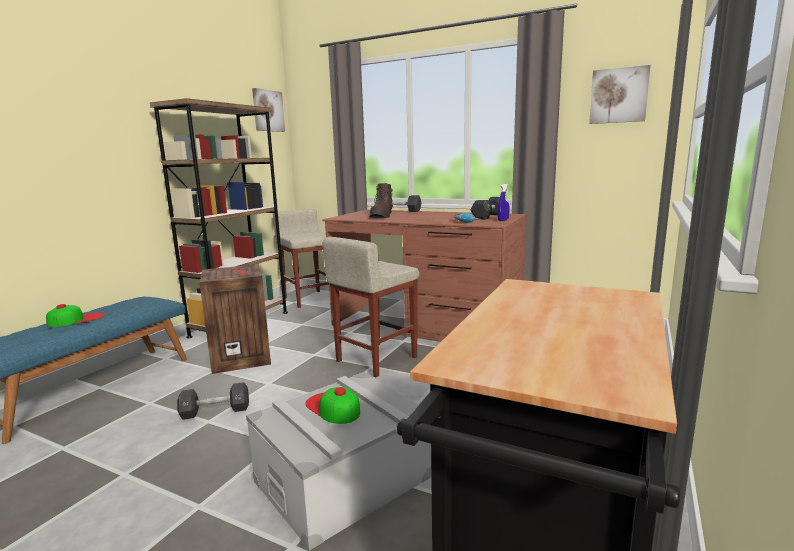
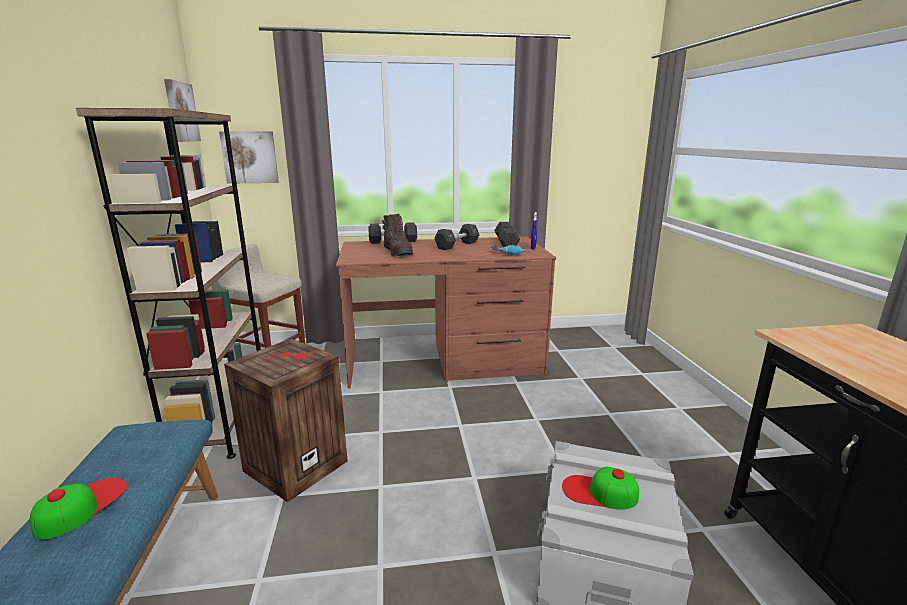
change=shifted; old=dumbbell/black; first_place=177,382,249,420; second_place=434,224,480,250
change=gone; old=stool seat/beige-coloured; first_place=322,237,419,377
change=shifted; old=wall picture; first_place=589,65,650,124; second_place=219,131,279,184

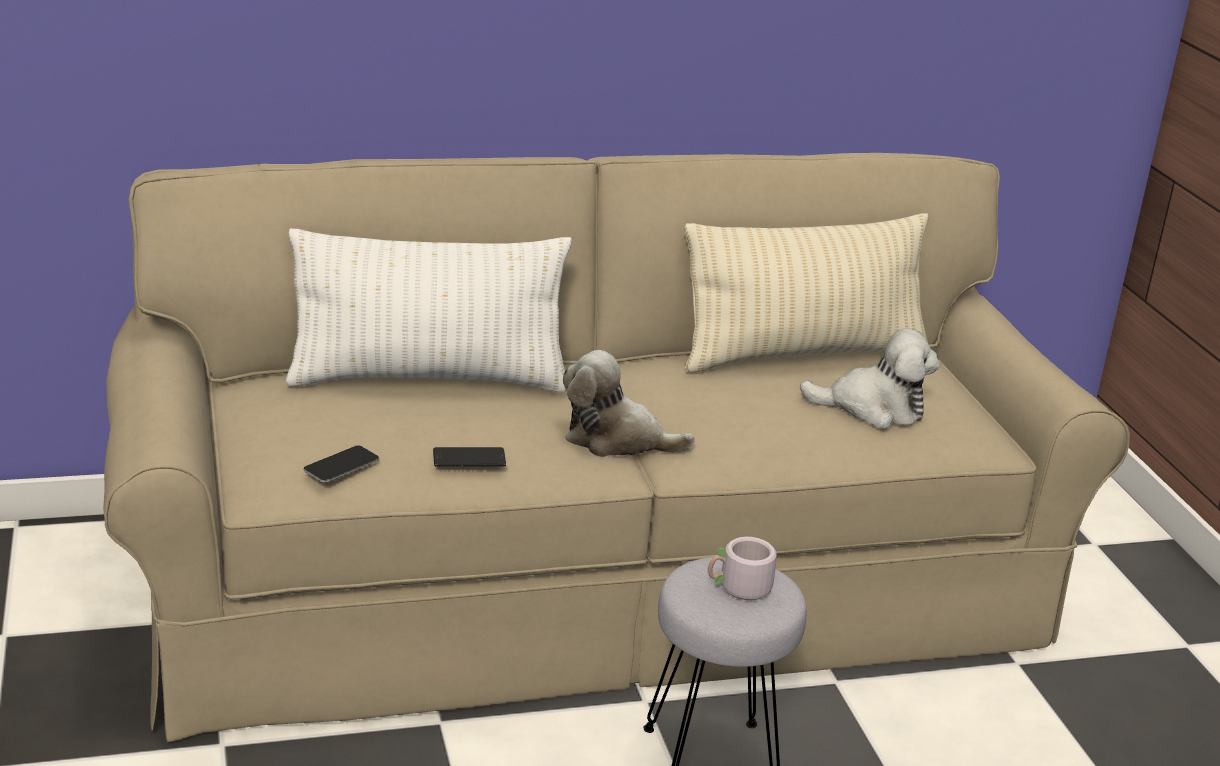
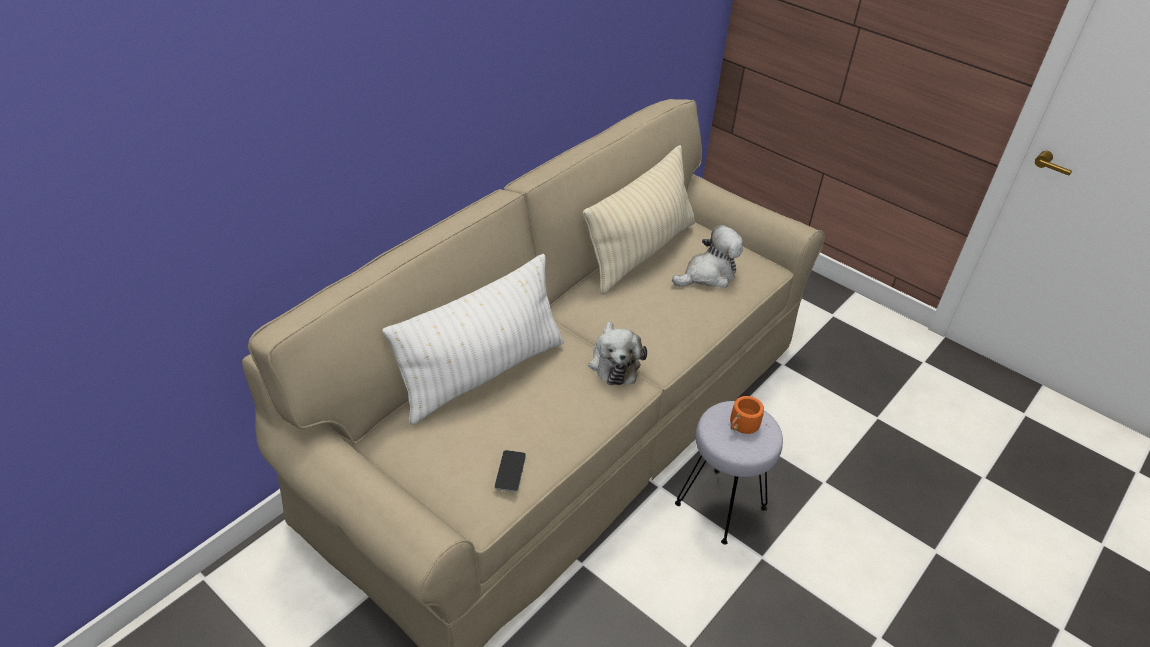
change=gone; old=phone; first_place=433,447,506,467
change=rotated; old=cuddly toy; first_place=563,350,695,457; second_place=588,322,647,385; degrees=-75
change=repainted; old=coffee mug/gray; new=coffee mug/orangey; first_place=708,537,781,607; second_place=730,396,769,434

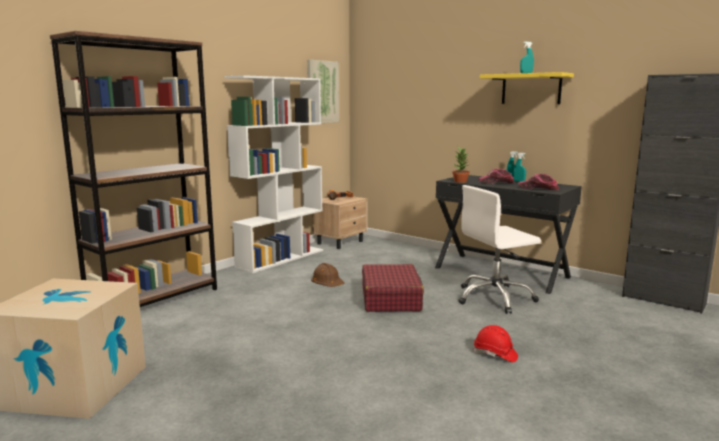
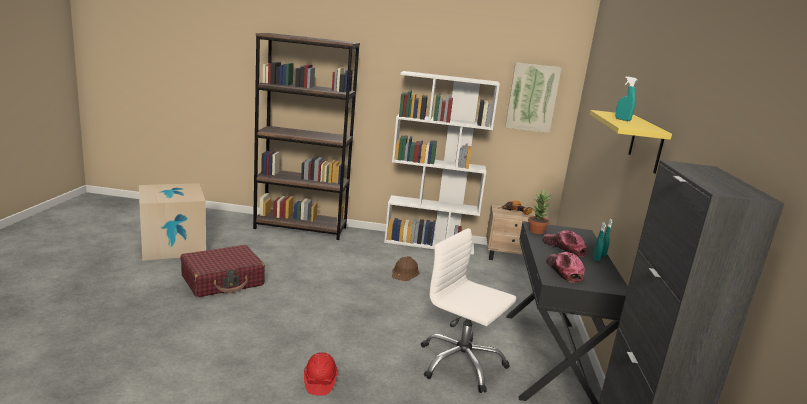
change=shifted; old=travel case/reddish; first_place=362,264,424,312; second_place=181,245,265,297

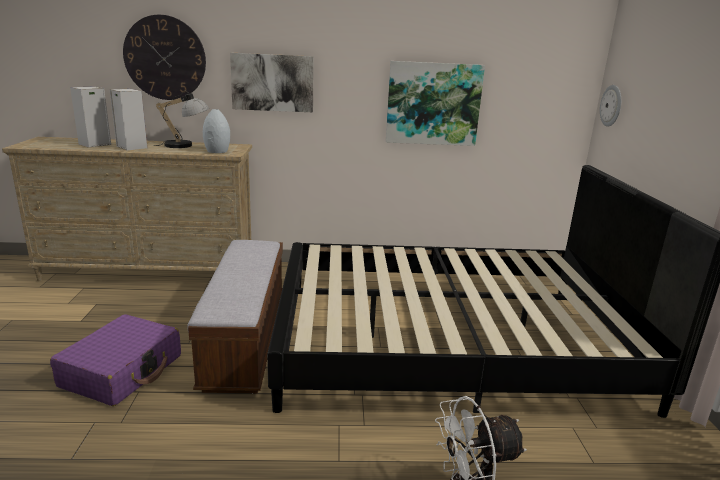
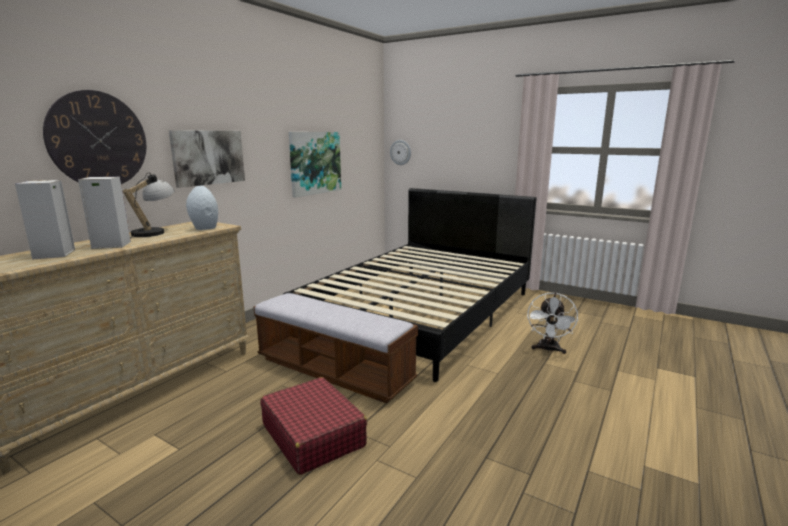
change=repainted; old=travel case/purplish; new=travel case/reddish; first_place=50,314,181,406; second_place=261,377,367,475

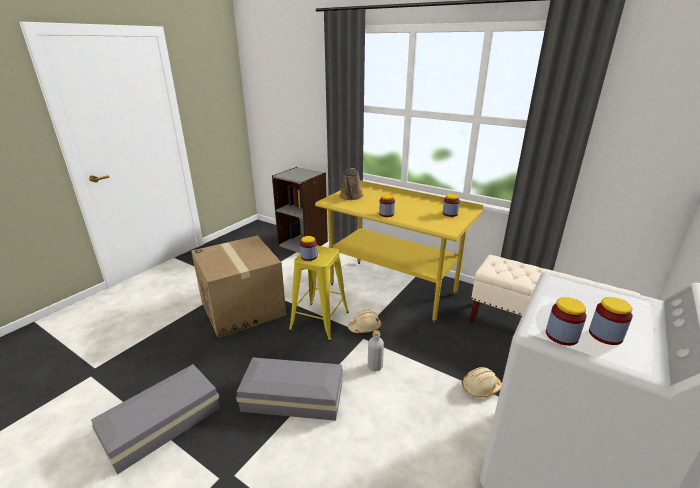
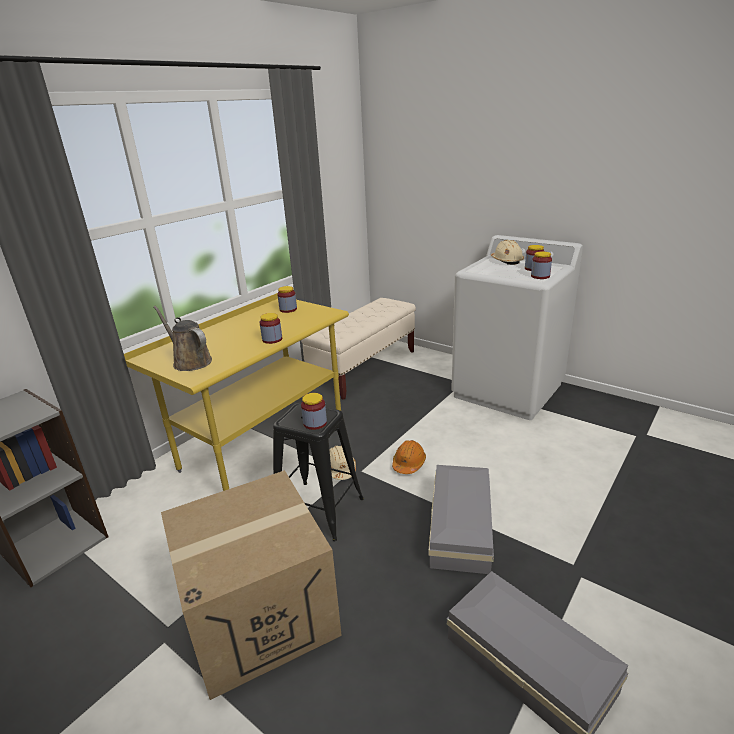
change=repainted; old=stool seat/yellow; new=stool seat/black; first_place=289,245,349,341; second_place=273,403,364,541
change=rotated; old=watering can/brown; first_place=340,168,363,200; second_place=154,306,212,371; degrees=-150
change=swapped; old=drink bottle/gray; new=safety helmet/orangey; first_place=368,330,384,371; second_place=392,440,426,474
change=shifted; old=safety helmet/beige-coloured; first_place=462,367,502,397; second_place=491,240,524,265

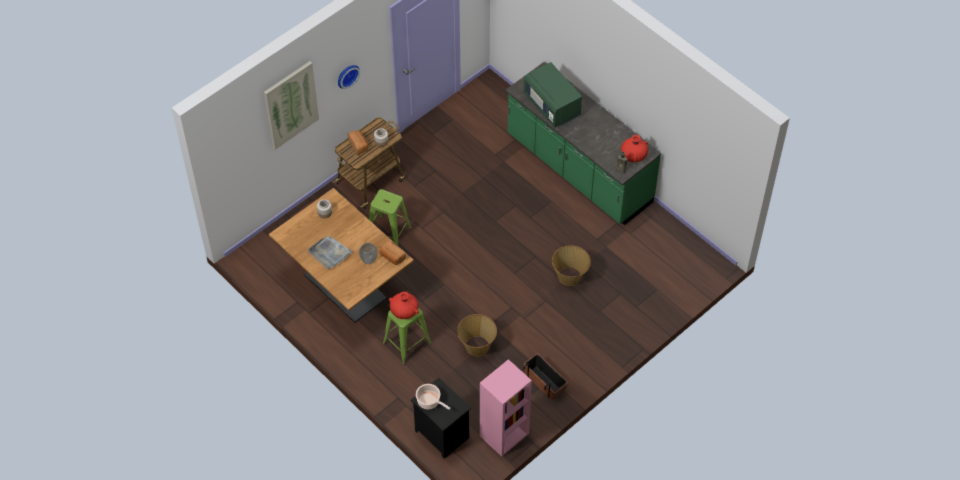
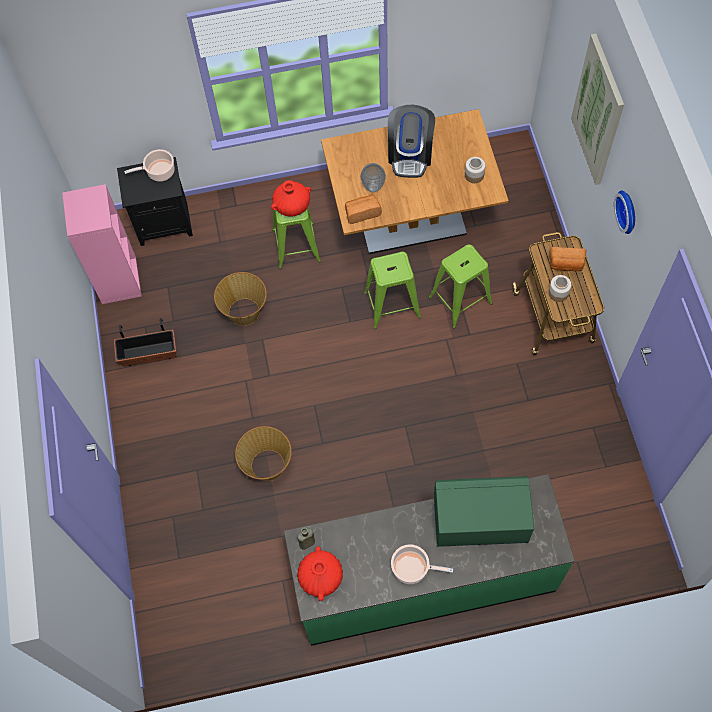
change=swapped; old=carrying tray/gray; new=coffee machine; first_place=308,236,353,268; second_place=388,105,435,178
change=new; new=stool seat/green; second_place=364,251,421,329
change=new; new=stockpot; second_place=391,544,453,584

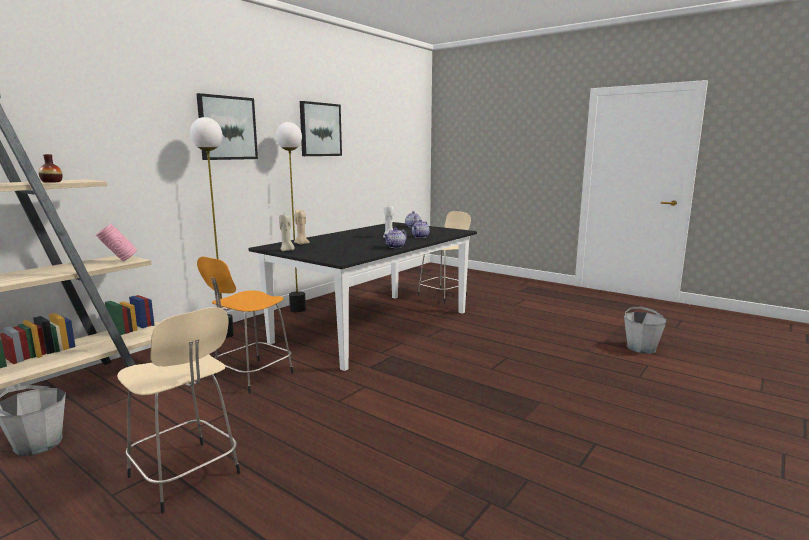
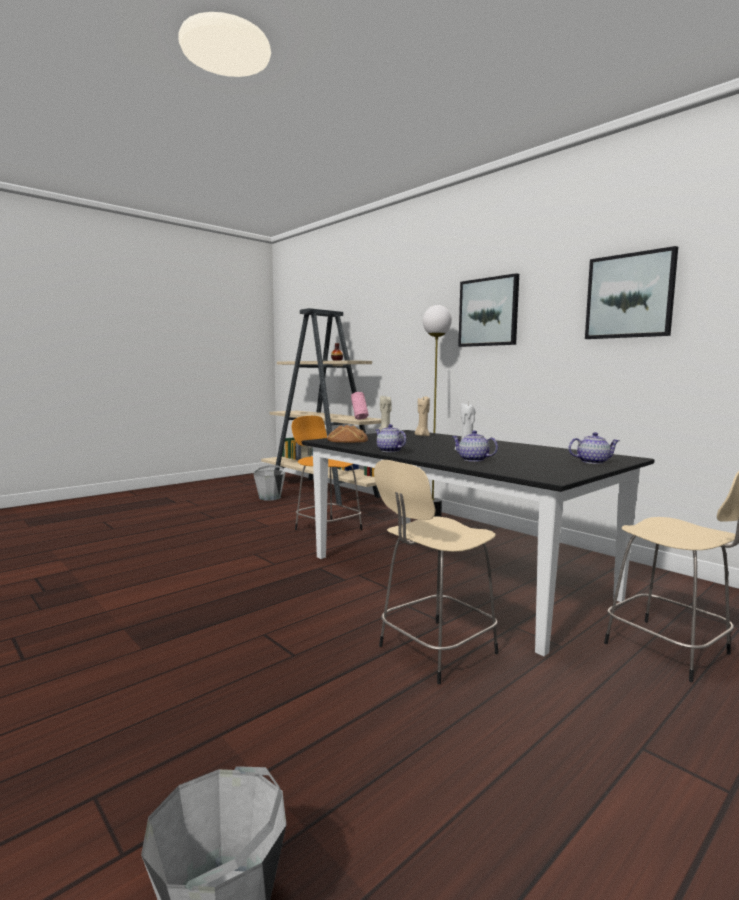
change=shifted; old=stool seat/beige-coloured; first_place=117,307,241,514; second_place=374,460,498,684
change=gone; old=standing lamp; first_place=276,122,306,312
change=new; new=baked bread; second_place=327,425,368,443

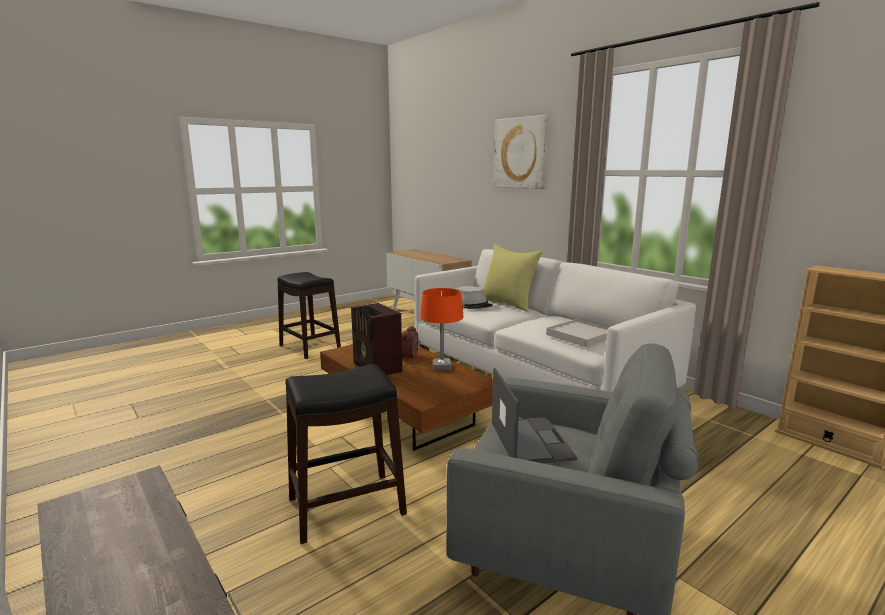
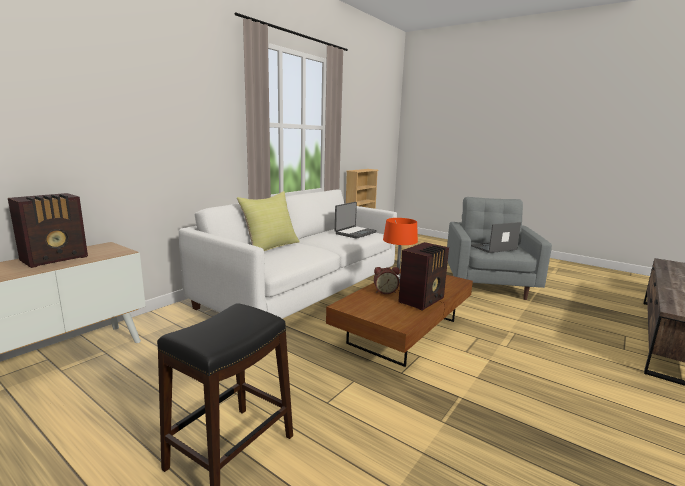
change=gone; old=stool seat/black; first_place=285,364,407,544
change=gone; old=clothing hat/gray; first_place=456,286,493,309
change=gone; old=wall picture; first_place=493,115,549,189
change=swapped; old=carrying tray/white; new=portable computer; first_place=546,319,608,347; second_place=335,202,377,239
change=new; new=radio set; second_place=8,193,88,268

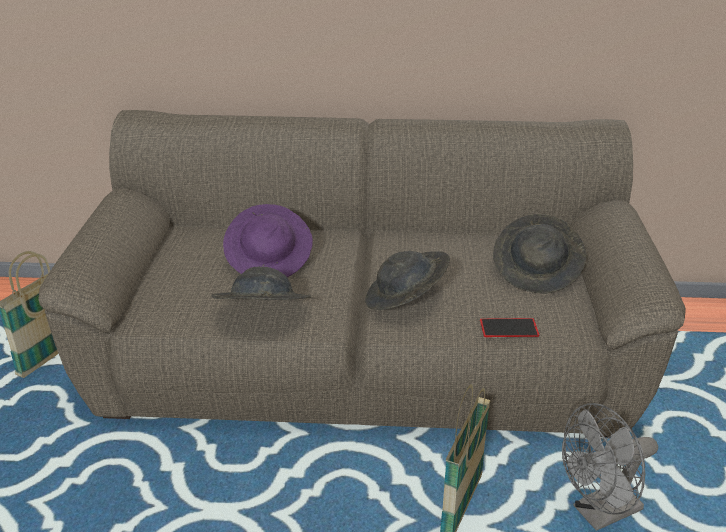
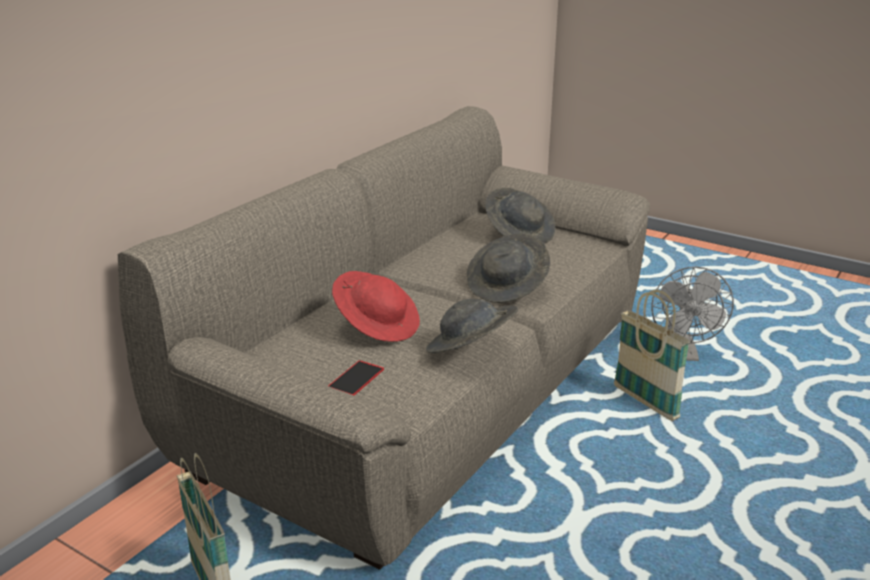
change=repainted; old=clothing hat/purplish; new=clothing hat/reddish; first_place=223,204,313,277; second_place=332,271,420,342
change=shifted; old=phone; first_place=480,318,539,337; second_place=328,360,384,395

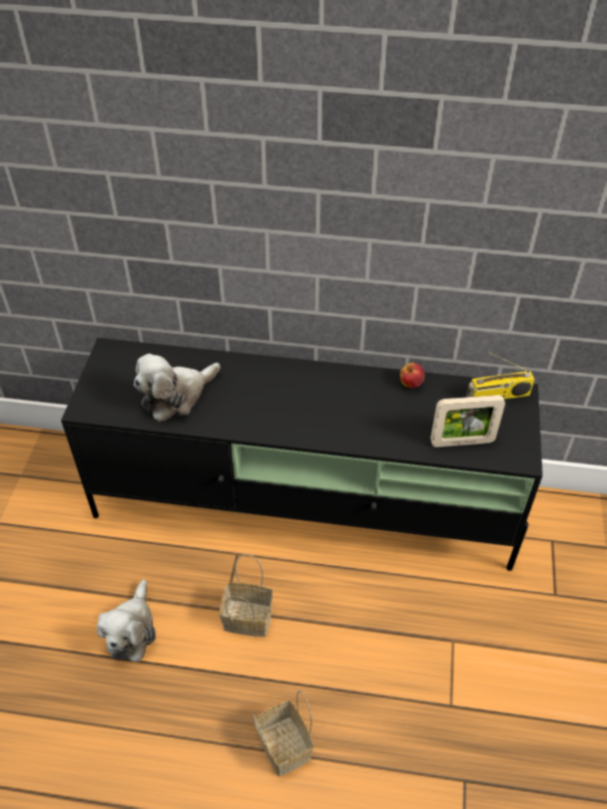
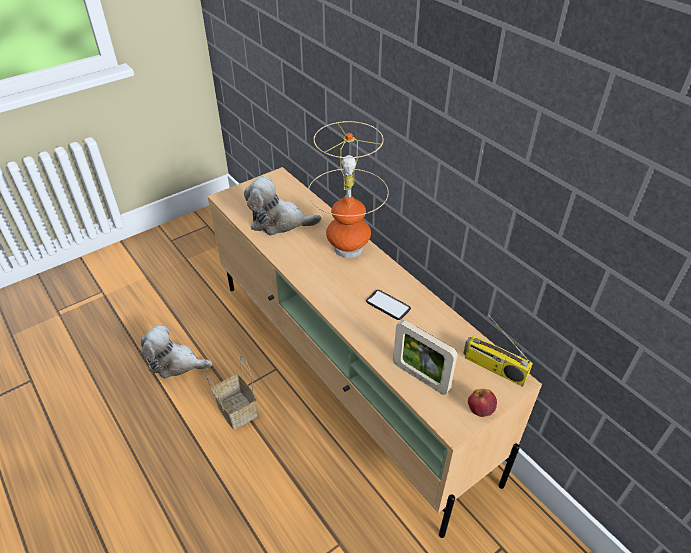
change=repainted; old=tv stand/black; new=tv stand/beige-coloured; first_place=61,338,543,571; second_place=208,167,542,538
change=rotated; old=cuddly toy; first_place=97,579,156,662; second_place=141,325,212,379; degrees=45
change=gone; old=storage basket; first_place=252,690,314,776
change=shifted; old=apple fruit; first_place=400,363,425,388; second_place=468,389,497,417
change=new; new=tabletop lamp; second_place=308,121,389,258
change=new; new=phone; second_place=366,290,411,320

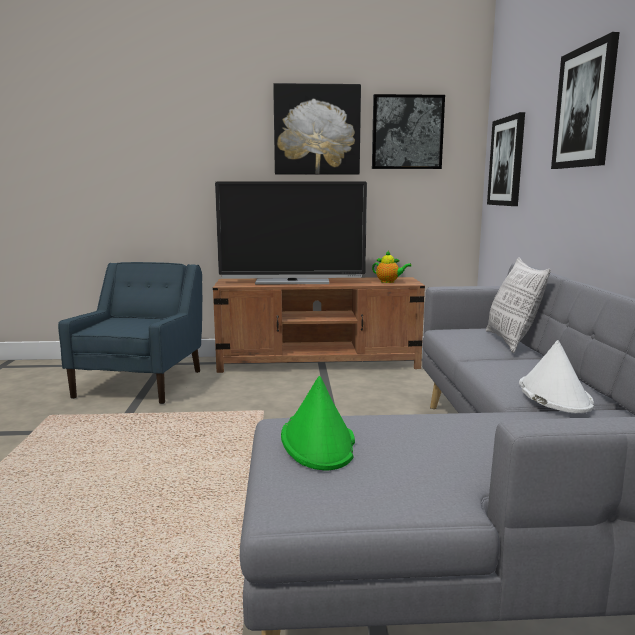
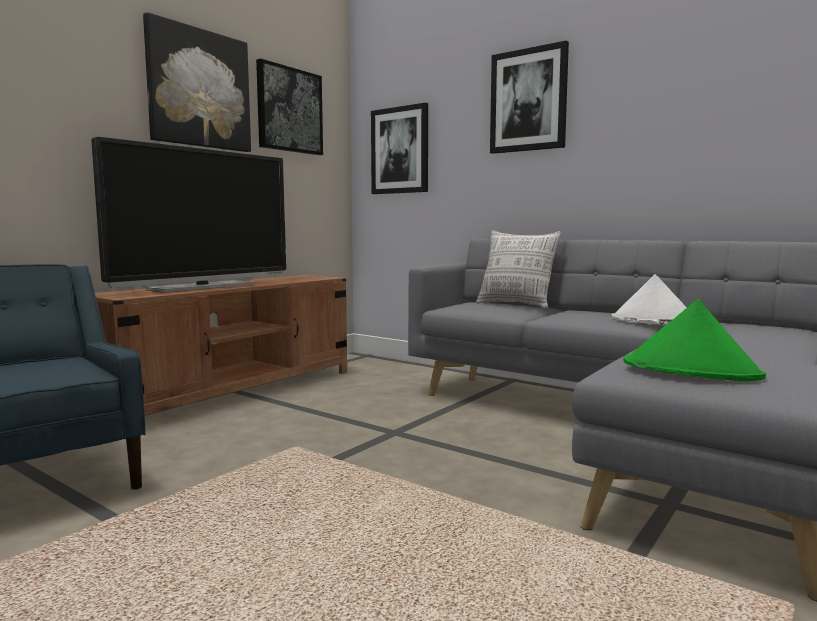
change=gone; old=tea pot; first_place=372,251,411,283

